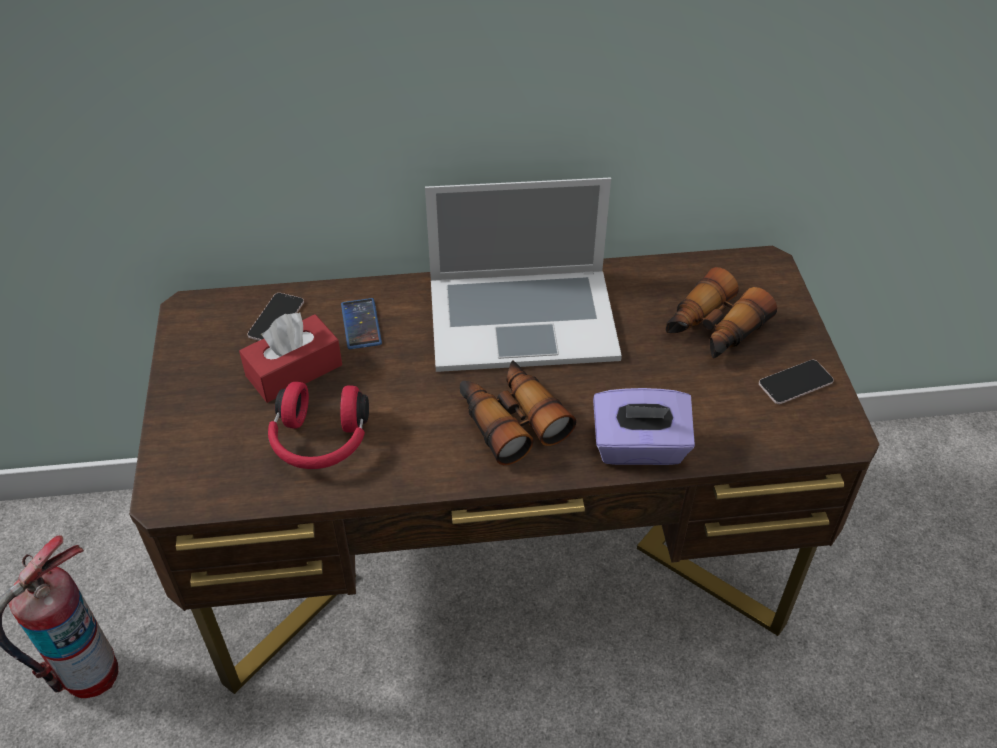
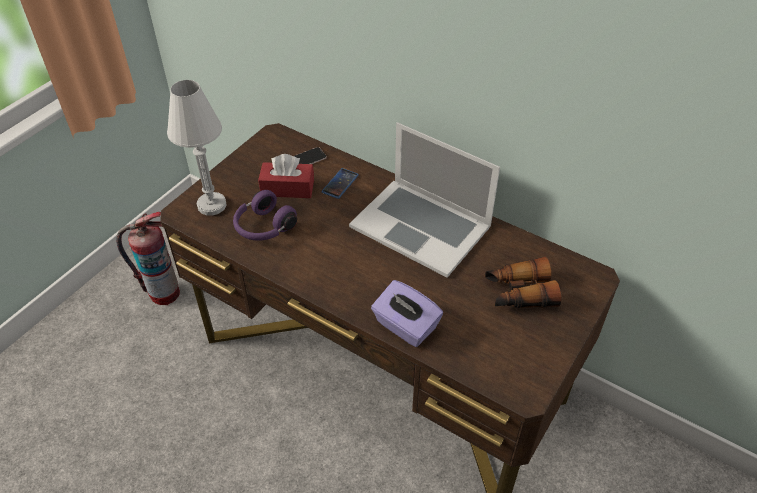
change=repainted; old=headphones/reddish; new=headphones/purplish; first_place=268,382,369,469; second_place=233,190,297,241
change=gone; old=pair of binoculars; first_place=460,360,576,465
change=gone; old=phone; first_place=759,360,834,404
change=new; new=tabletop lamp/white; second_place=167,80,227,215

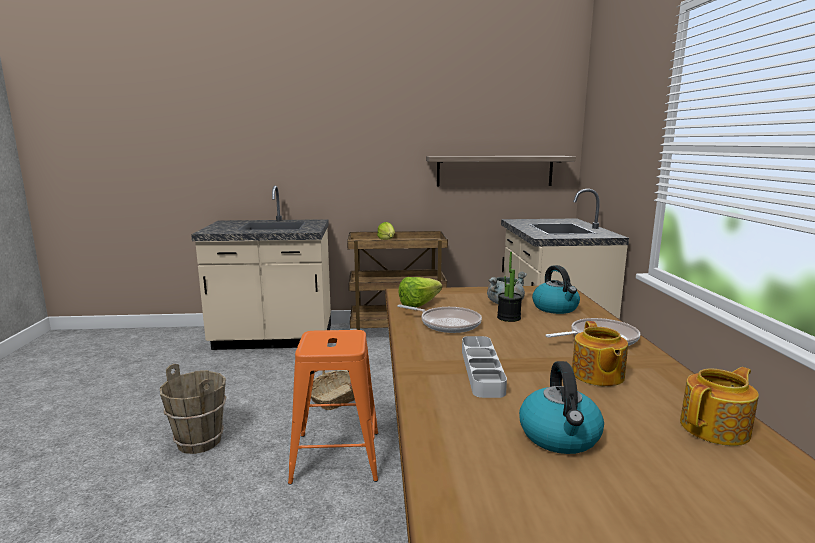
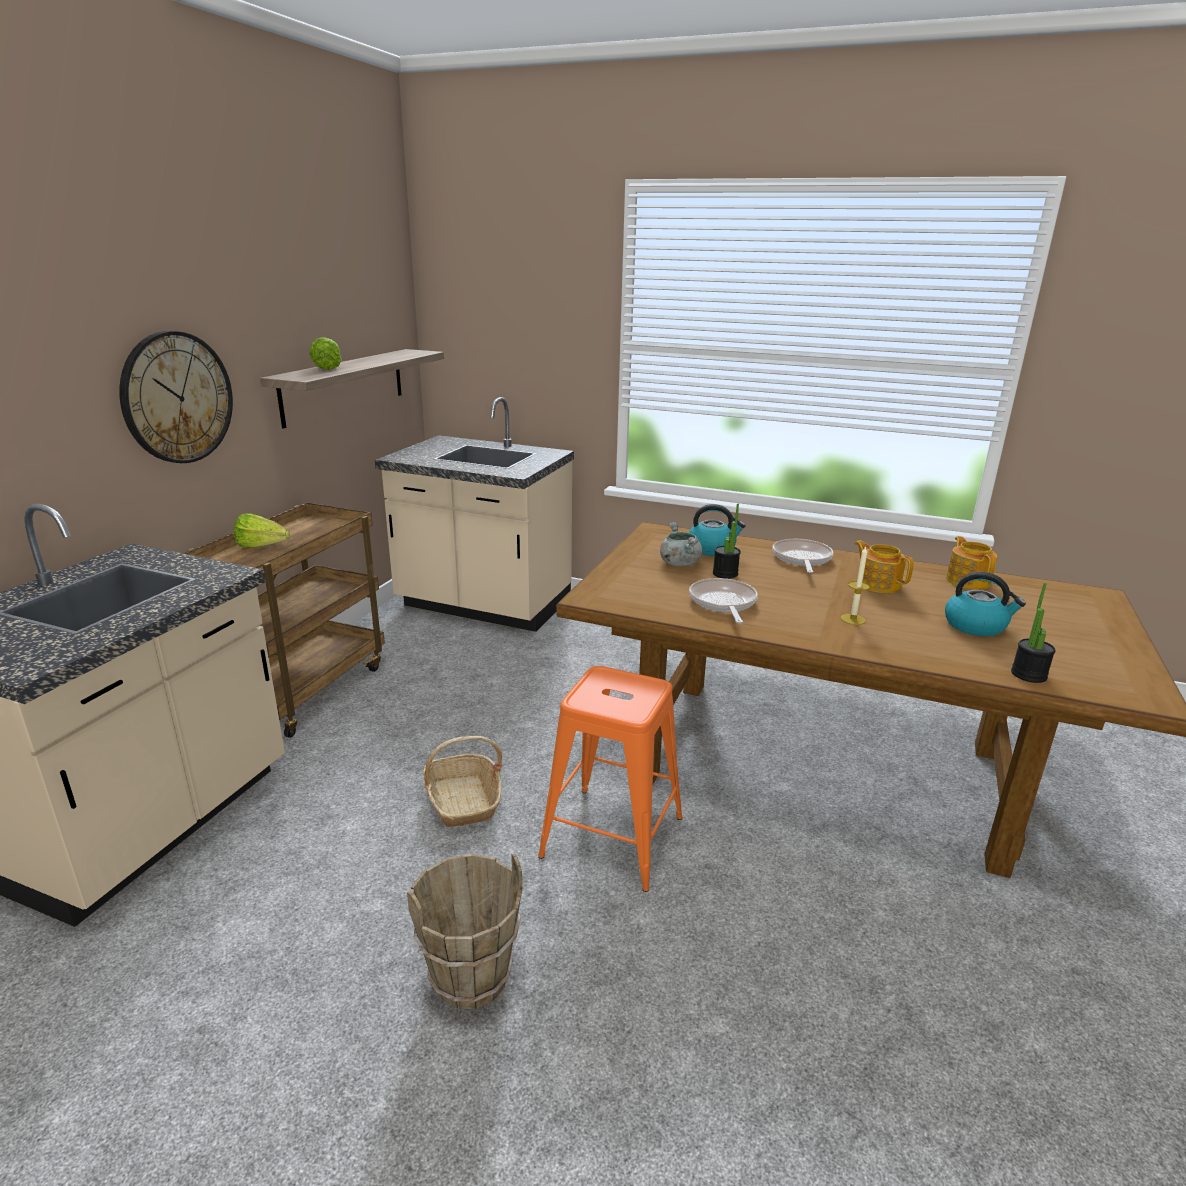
change=rotated; old=skillet; first_place=397,305,482,333; second_place=689,578,758,623; degrees=-60
change=shifted; old=lettuce; first_place=398,277,442,307; second_place=310,337,342,370
change=swapped; old=carrying tray/gray; new=wax light; first_place=462,336,507,398; second_place=841,546,870,625
change=rotated; old=tea pot; first_place=572,321,628,386; second_place=855,540,914,593; degrees=-150
change=new; new=clock on the wall; second_place=119,331,233,463
change=new; new=potted plant; second_place=1011,583,1056,683

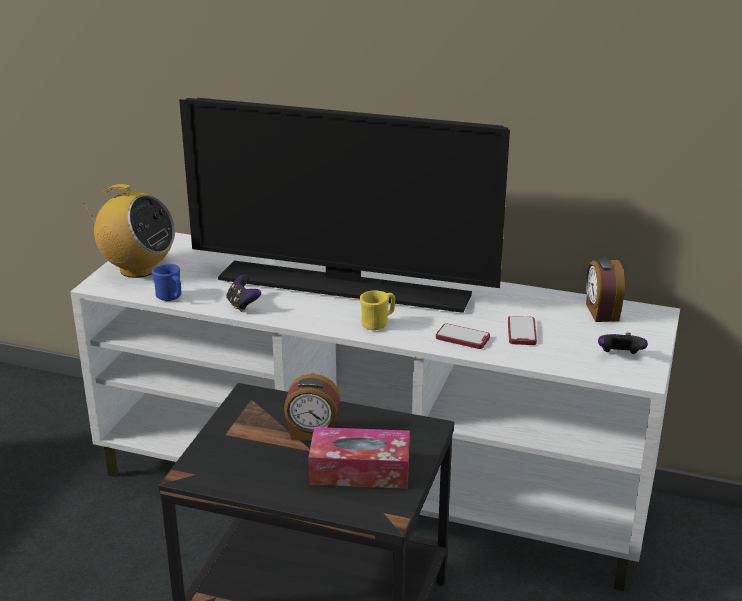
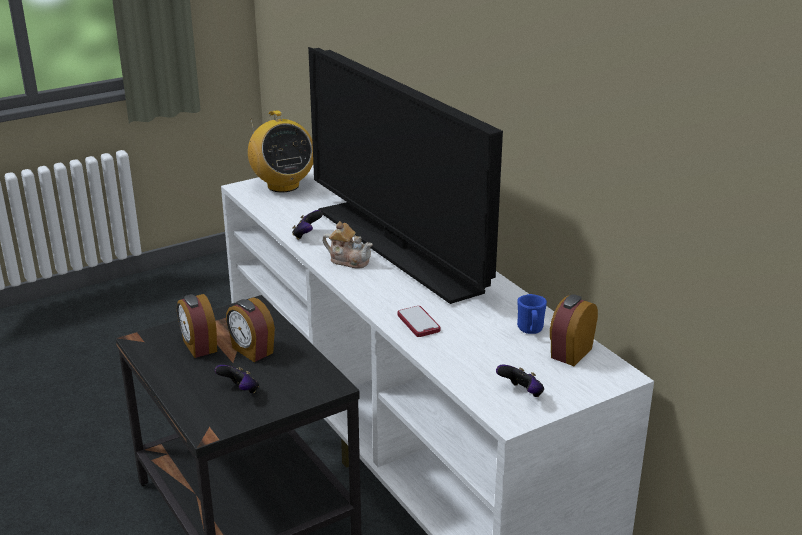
change=shifted; old=coffee mug/blue; first_place=152,264,181,301; second_place=517,294,547,334
change=swapped; old=tissue box; new=joypad; first_place=308,427,410,489; second_place=215,365,259,393
change=gone; old=coffee mug/yellow; first_place=360,290,395,330
change=gone; old=phone; first_place=508,316,537,345
change=new; new=bedside clock; second_place=177,294,217,358
change=new; new=tea pot; second_place=322,221,373,268

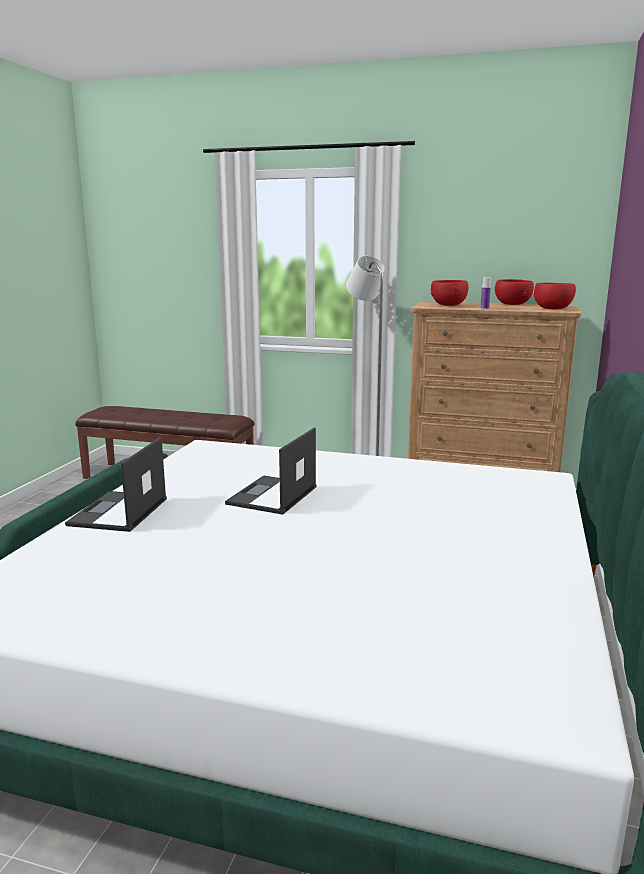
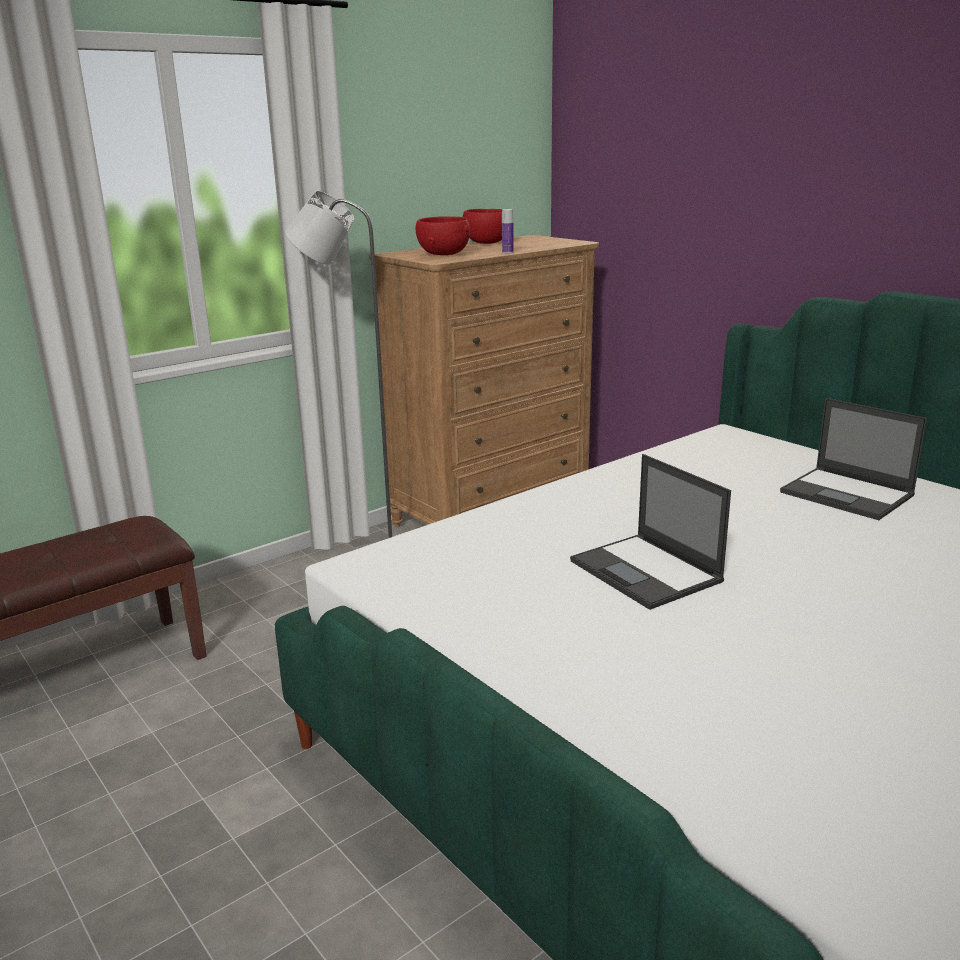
change=shifted; old=portable computer; first_place=65,437,167,532; second_place=780,398,927,520
change=gone; old=serving bowl/reddish; first_place=534,283,576,309

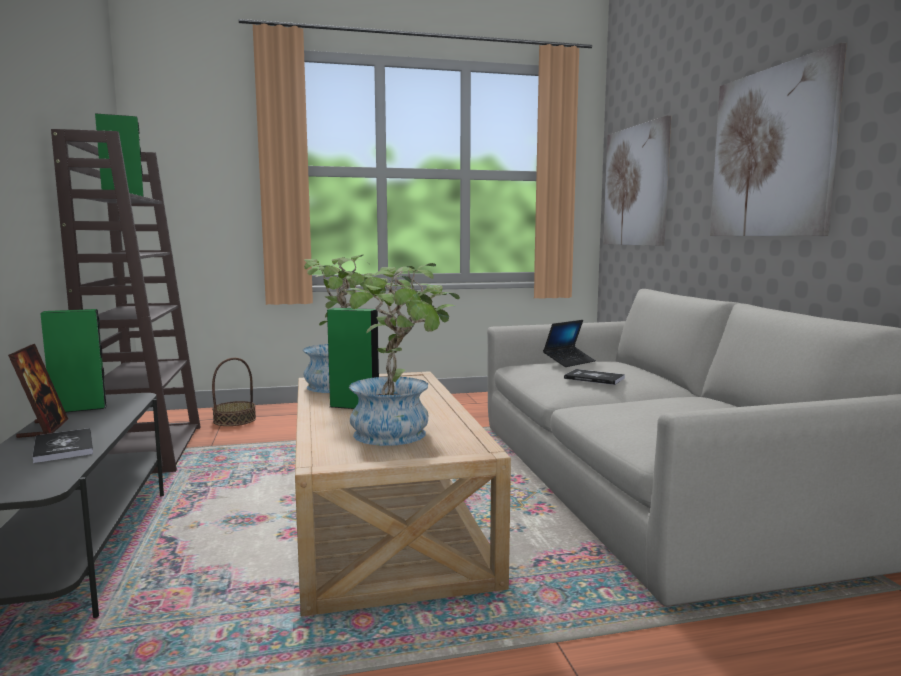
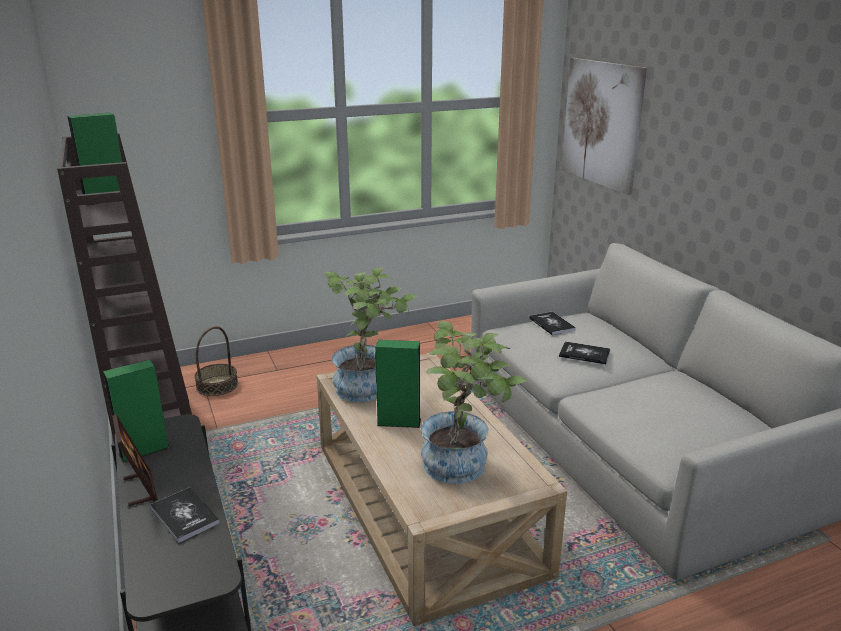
change=swapped; old=portable computer; new=book; first_place=543,320,596,367; second_place=529,311,576,335
change=gone; old=wall picture; first_place=710,42,847,236

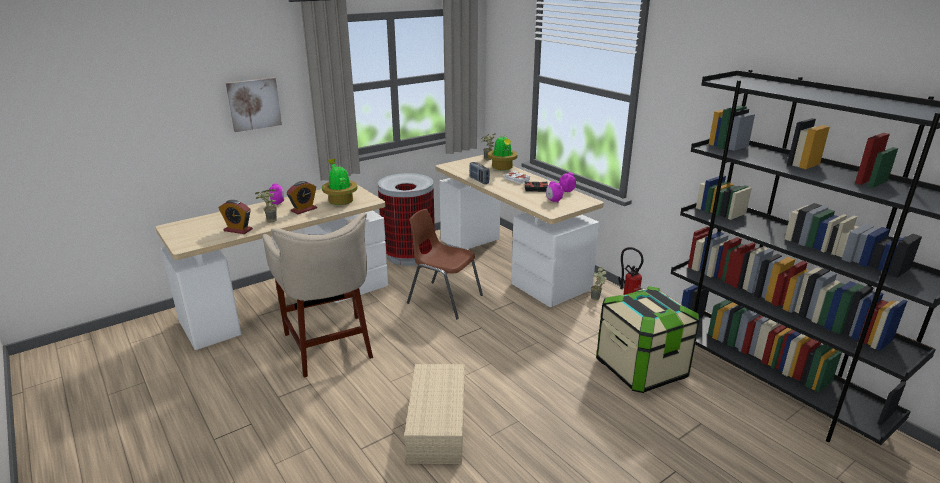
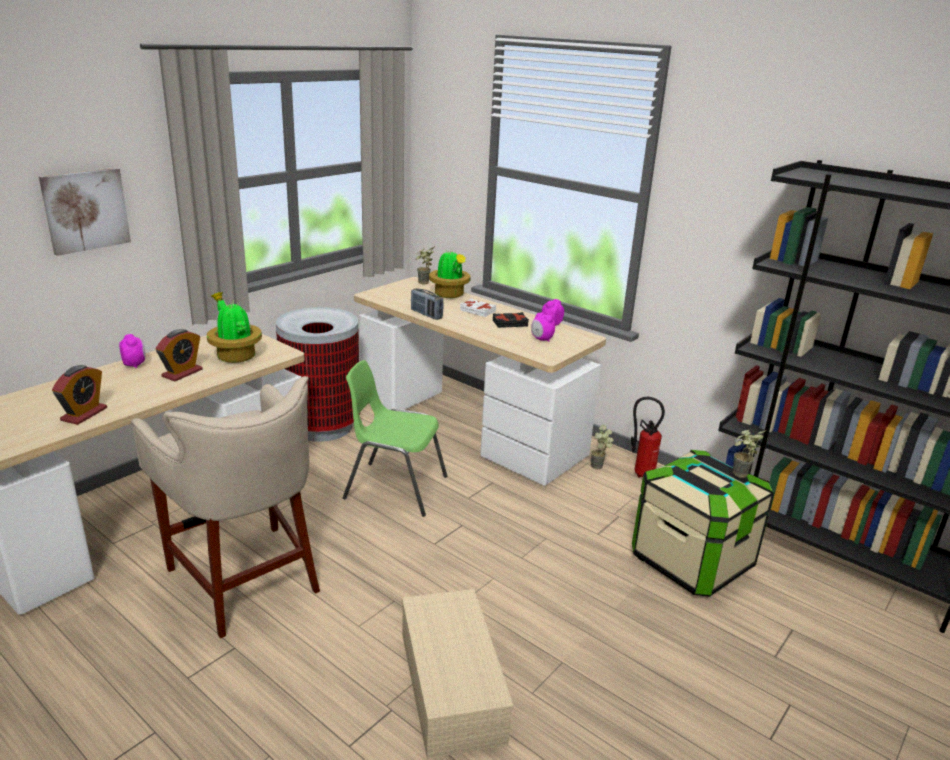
change=rotated; old=bedside clock; first_place=219,200,253,234; second_place=52,365,107,425; degrees=-75
change=shifted; old=potted plant; first_place=255,189,277,222; second_place=733,429,767,478
change=repainted; old=chair/brown; new=chair/green; first_place=407,209,483,319; second_place=343,360,447,517

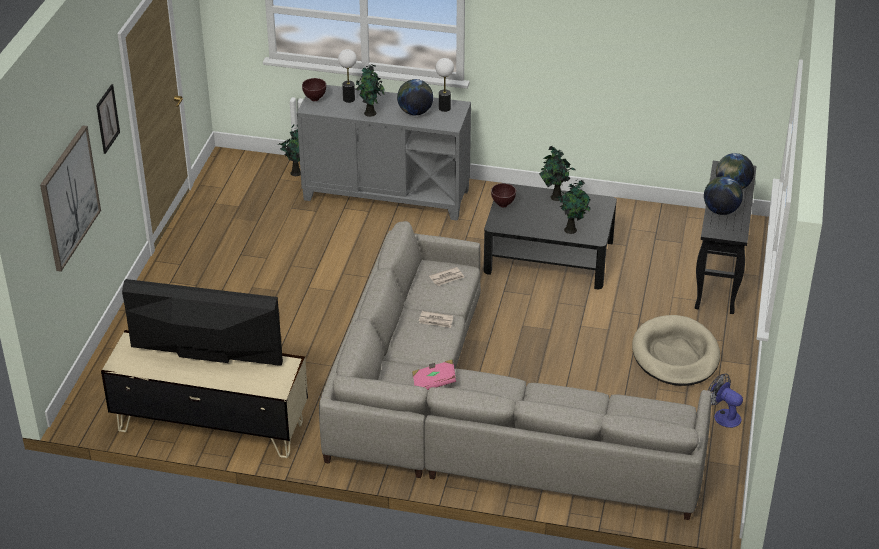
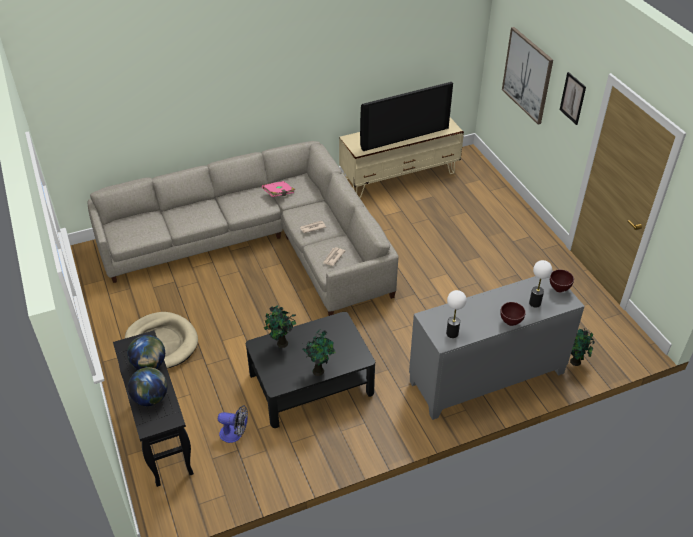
change=gone; old=potted plant; first_place=356,65,385,117
change=gone; old=world globe; first_place=397,79,433,115
change=shifted; old=serving bowl/brown; first_place=491,183,516,207; second_place=500,302,526,326
change=shifted; old=fan; first_place=708,374,743,428; second_place=218,405,248,443

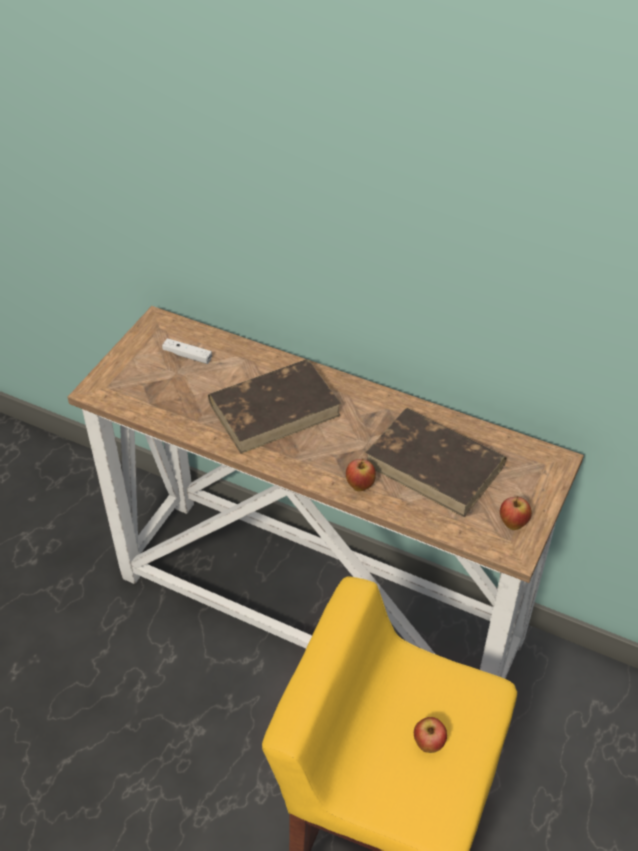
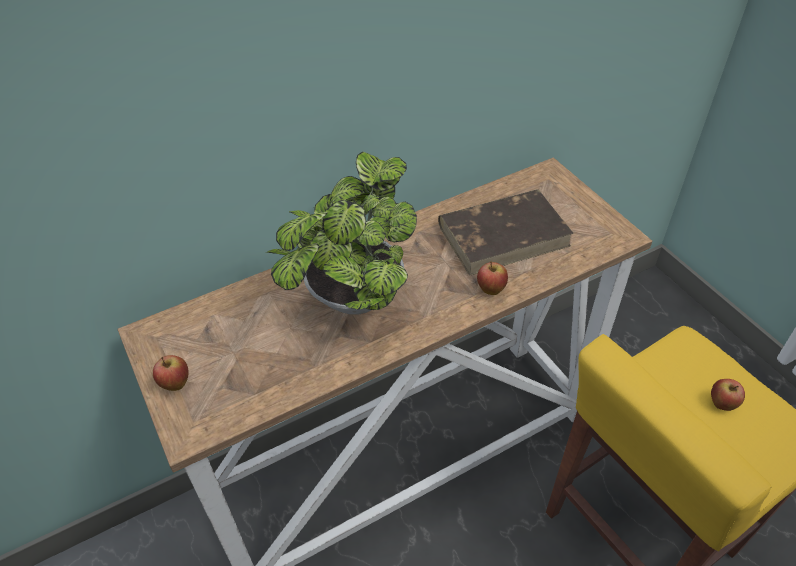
change=gone; old=joypad/white; first_place=162,338,212,364
change=swapped; old=book/brown; new=potted plant; first_place=208,359,341,454; second_place=266,151,417,315
change=shifted; old=apple fruit; first_place=500,496,532,530; second_place=153,355,188,391

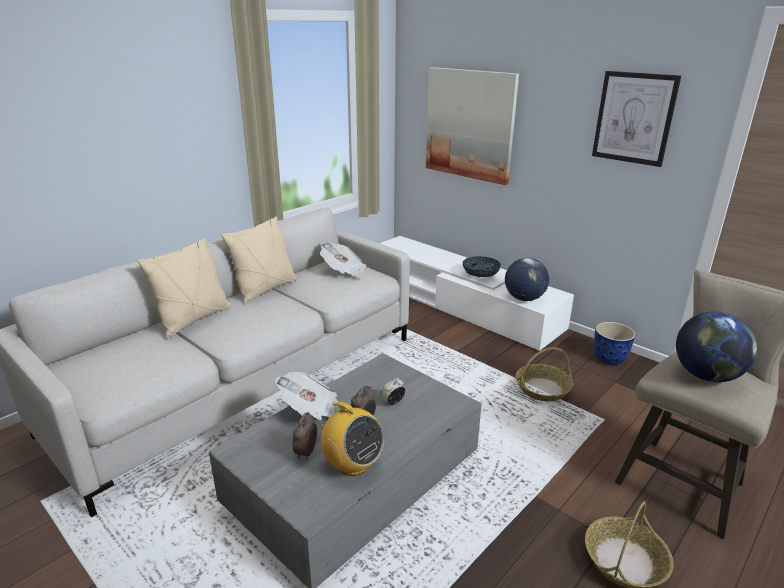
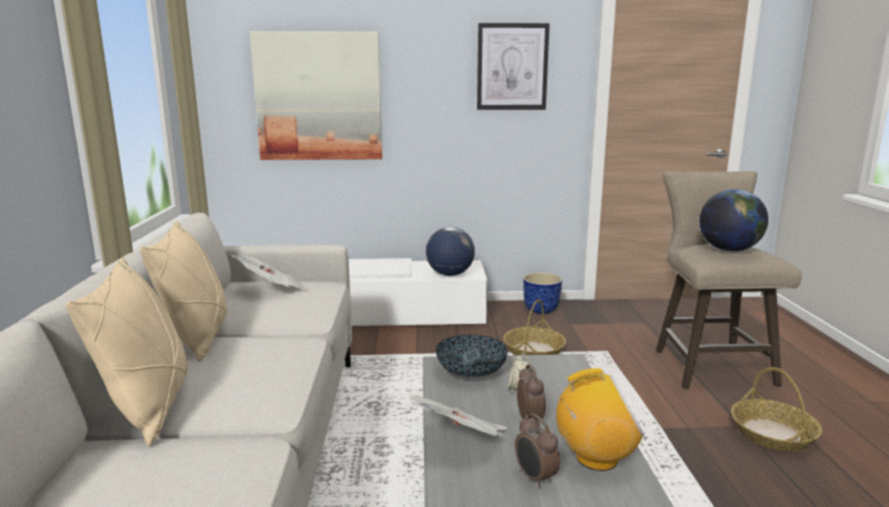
change=shifted; old=serving bowl; first_place=463,256,501,277; second_place=435,335,507,377

